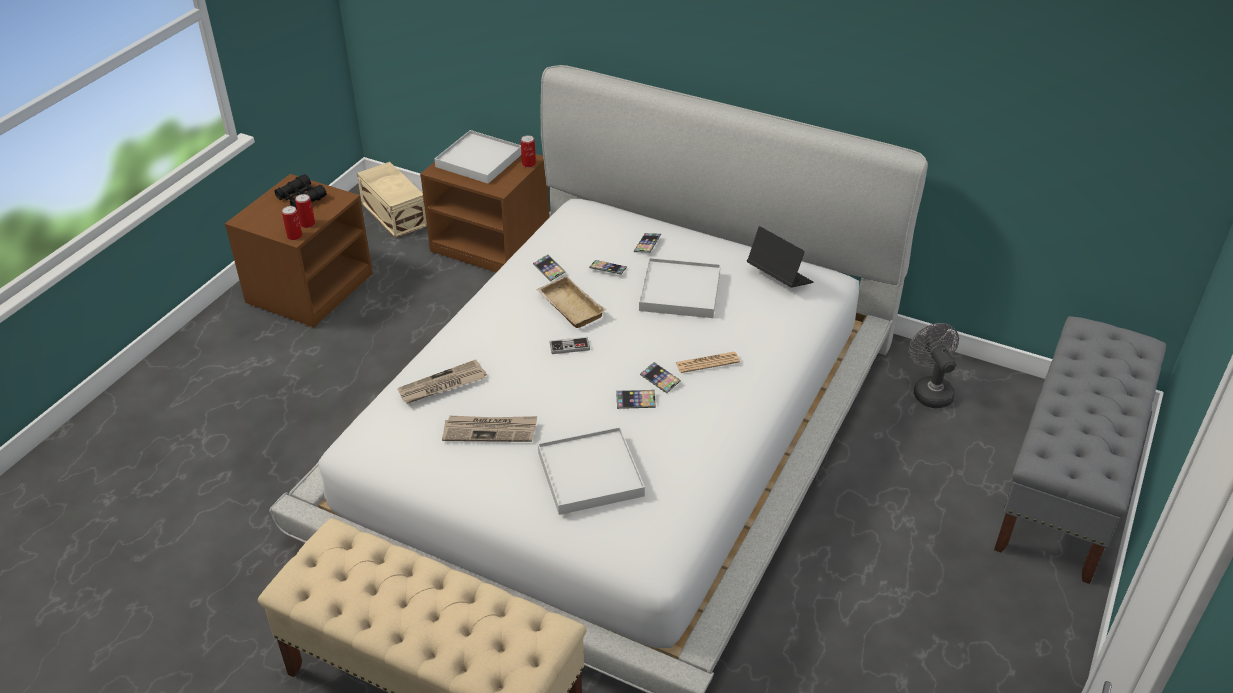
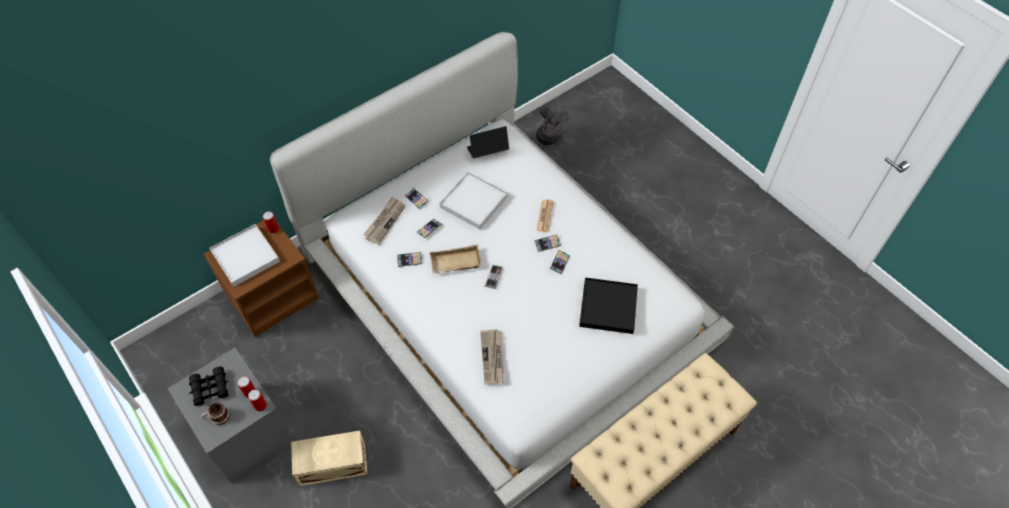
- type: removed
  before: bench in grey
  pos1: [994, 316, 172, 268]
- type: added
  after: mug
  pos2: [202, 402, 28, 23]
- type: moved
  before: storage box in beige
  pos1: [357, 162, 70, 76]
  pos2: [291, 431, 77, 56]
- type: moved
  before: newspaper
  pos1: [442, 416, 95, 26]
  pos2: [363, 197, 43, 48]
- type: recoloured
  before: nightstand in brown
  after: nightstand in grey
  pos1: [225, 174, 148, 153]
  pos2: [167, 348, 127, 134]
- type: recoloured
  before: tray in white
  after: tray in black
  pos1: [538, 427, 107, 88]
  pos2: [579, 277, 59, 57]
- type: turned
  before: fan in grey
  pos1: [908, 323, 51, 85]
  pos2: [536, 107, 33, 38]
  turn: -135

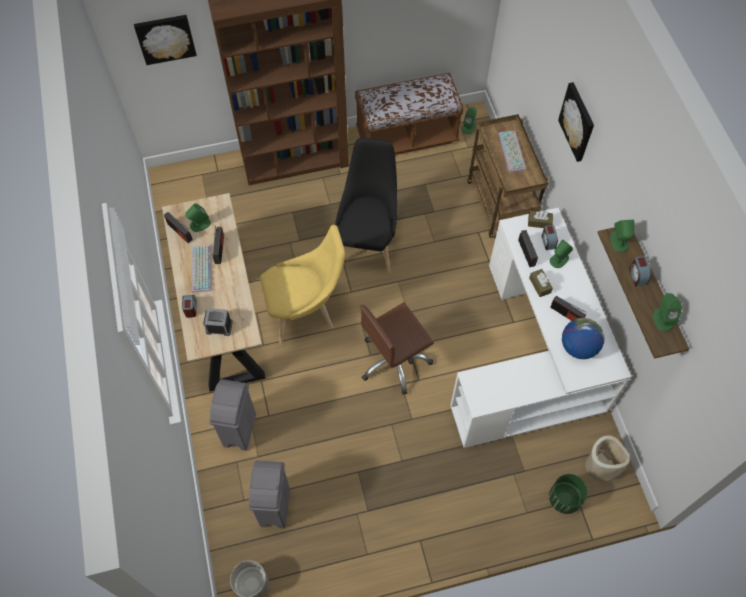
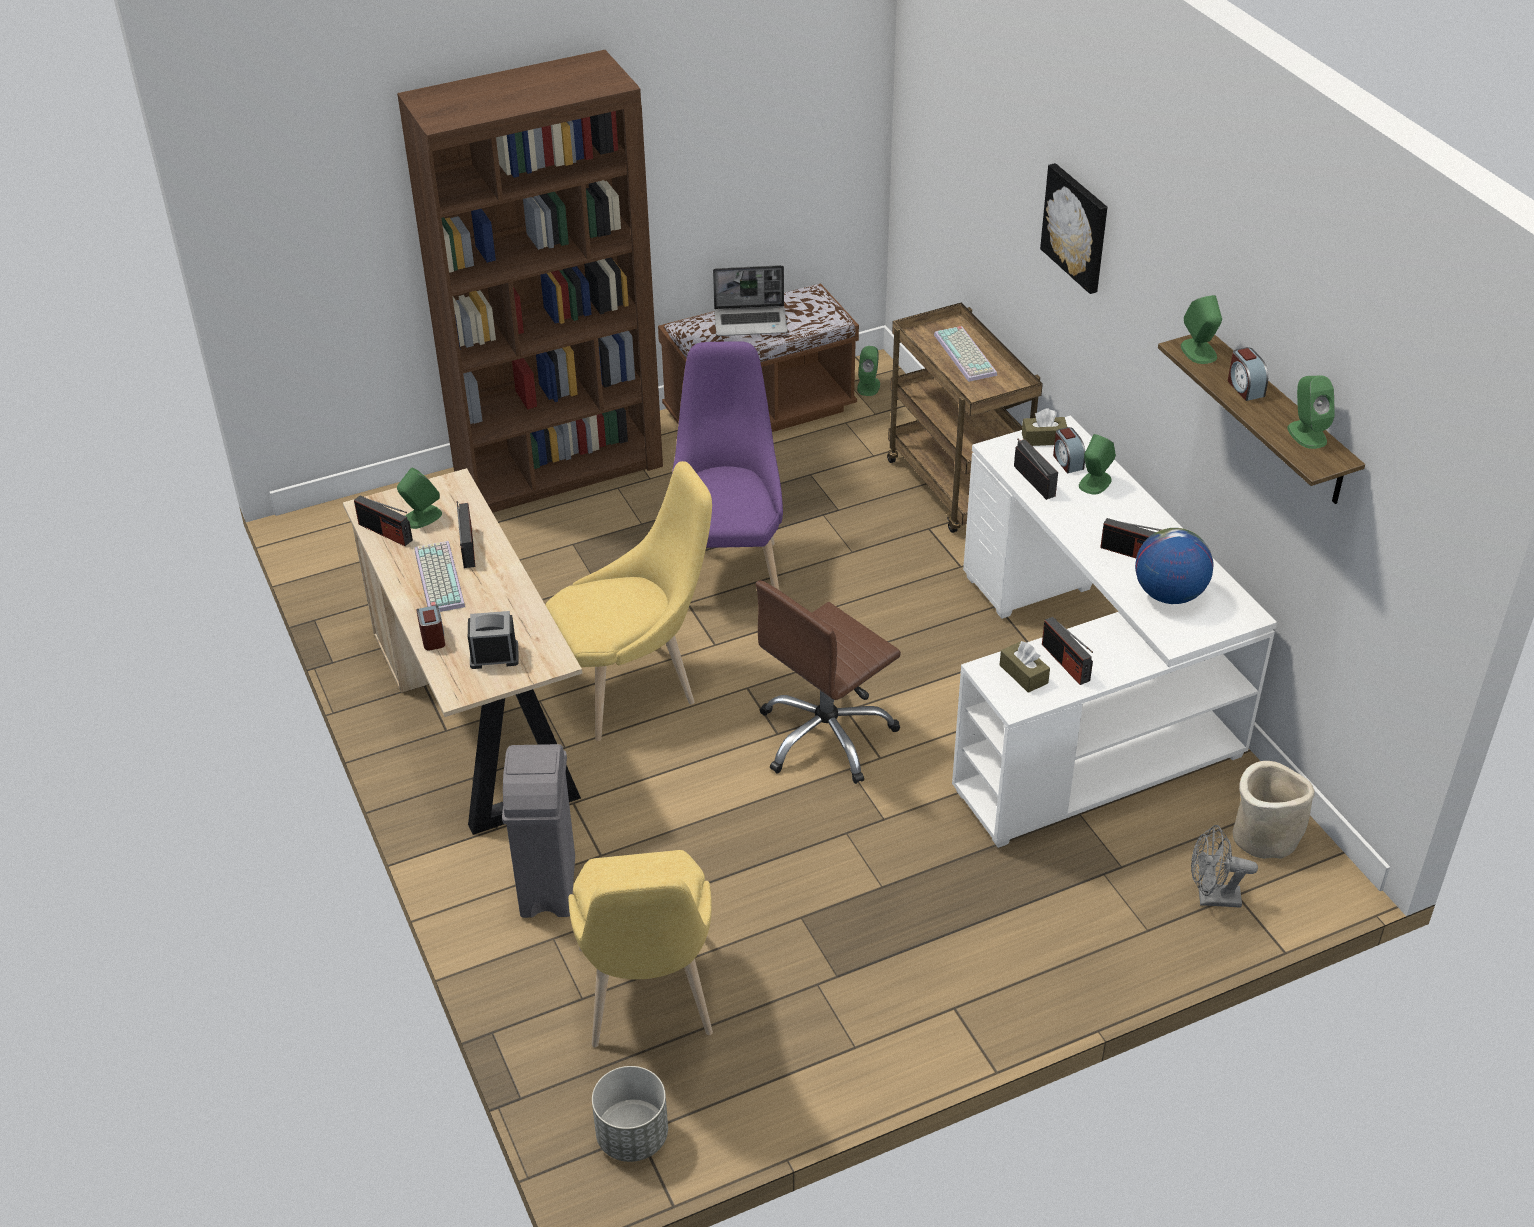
- type: removed
  before: picture
  pos1: [134, 15, 63, 50]
- type: added
  after: laptop
  pos2: [713, 265, 75, 71]
- type: added
  after: radio
  pos2: [1042, 617, 51, 68]
- type: moved
  before: tissue box in brown
  pos1: [529, 269, 24, 28]
  pos2: [1000, 641, 50, 52]
- type: replaced
  before: trash can in grey
  after: chair in yellow
  pos1: [248, 460, 42, 69]
  pos2: [568, 850, 145, 198]
- type: replaced
  before: planter in green
  after: fan in grey
  pos1: [549, 474, 39, 40]
  pos2: [1191, 825, 67, 83]
- type: recoloured
  before: chair in black
  after: chair in purple
  pos1: [335, 137, 62, 136]
  pos2: [672, 341, 111, 249]

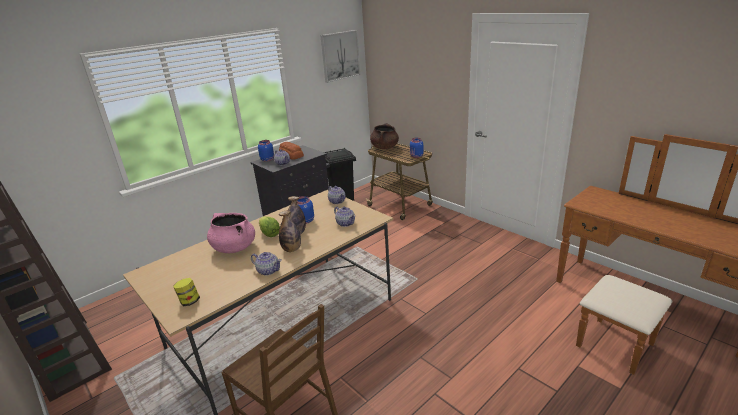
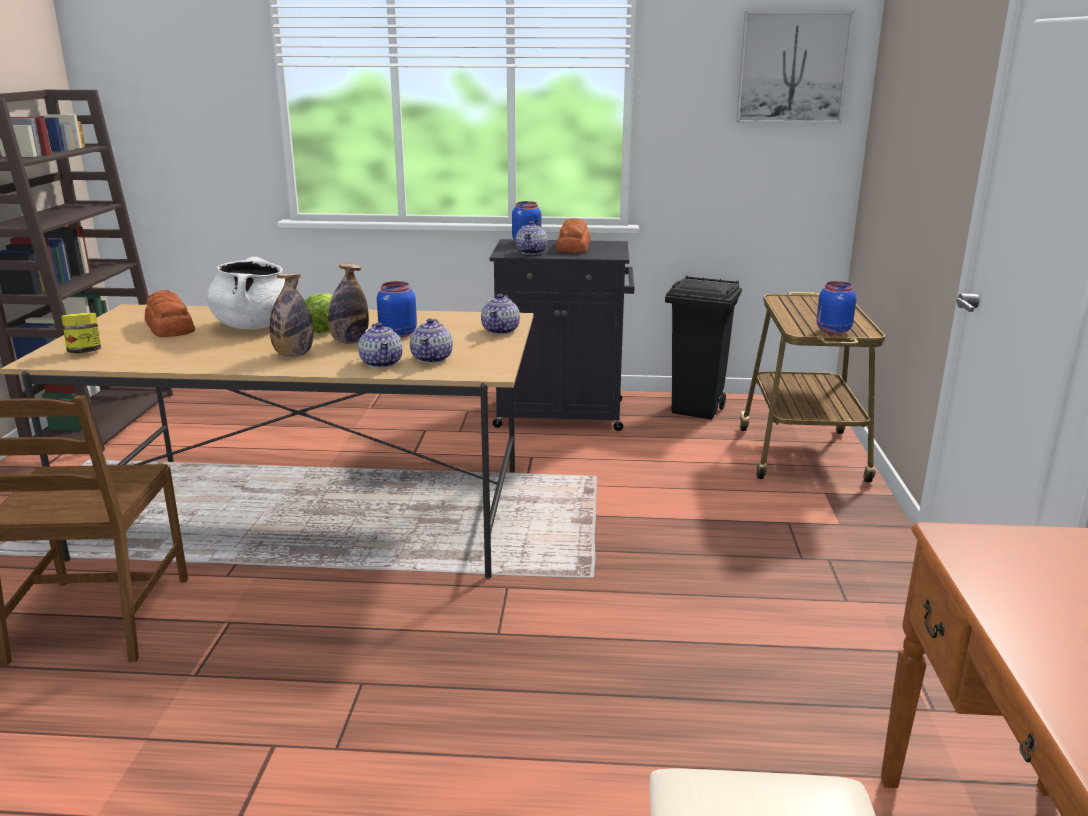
- type: removed
  before: cooking pot in brown
  pos1: [370, 123, 29, 26]
- type: added
  after: bread
  pos2: [145, 290, 50, 47]
- type: moved
  before: teapot
  pos1: [251, 252, 31, 24]
  pos2: [358, 323, 44, 45]
- type: recoloured
  before: cooking pot in pink
  after: cooking pot in white
  pos1: [207, 213, 48, 40]
  pos2: [207, 257, 78, 72]

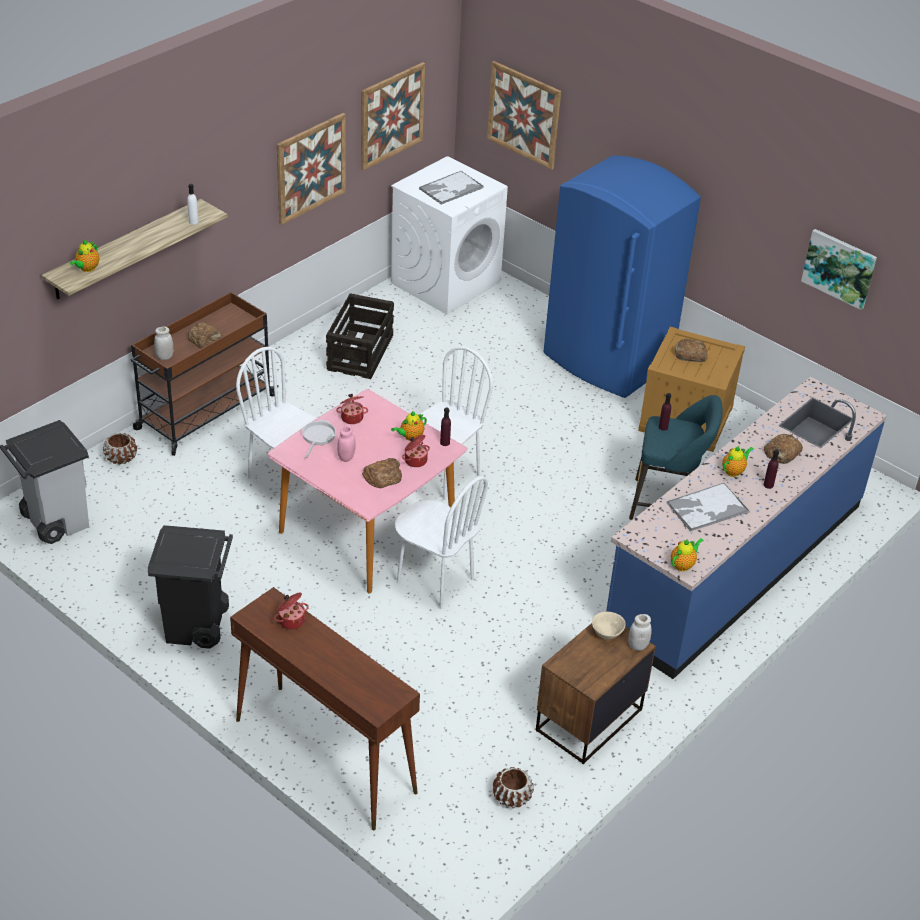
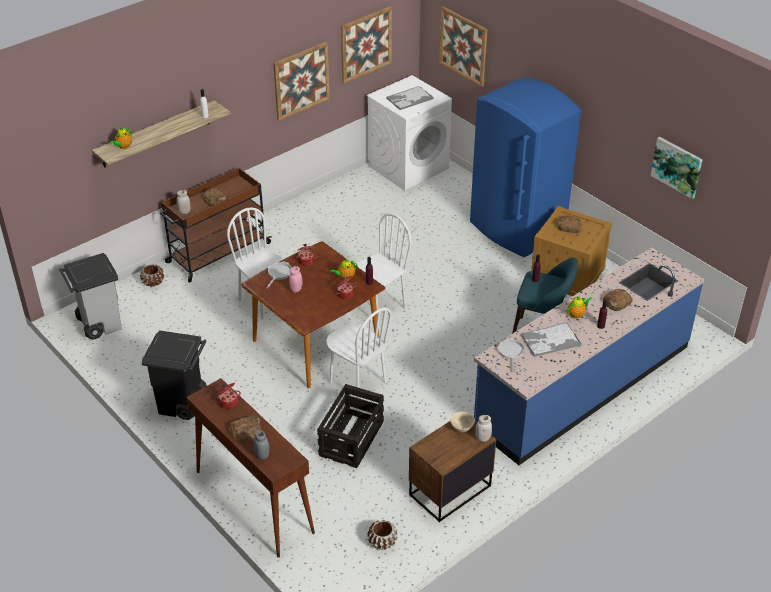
- type: removed
  before: teapot
  pos1: [671, 538, 33, 33]
- type: added
  after: jar in grey
  pos2: [253, 430, 17, 29]
- type: added
  after: frying pan
  pos2: [497, 338, 28, 34]
- type: moved
  before: crate
  pos1: [326, 293, 68, 86]
  pos2: [317, 384, 67, 84]
- type: moved
  before: bread
  pos1: [362, 458, 40, 30]
  pos2: [228, 416, 33, 26]
- type: recoloured
  before: dining table in pink
  after: dining table in brown
  pos1: [267, 389, 201, 204]
  pos2: [241, 241, 144, 147]

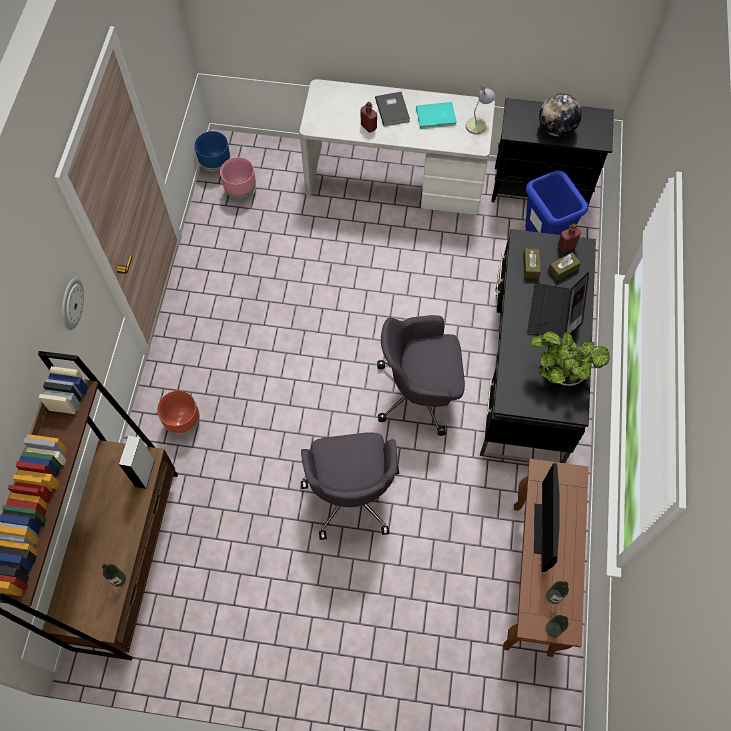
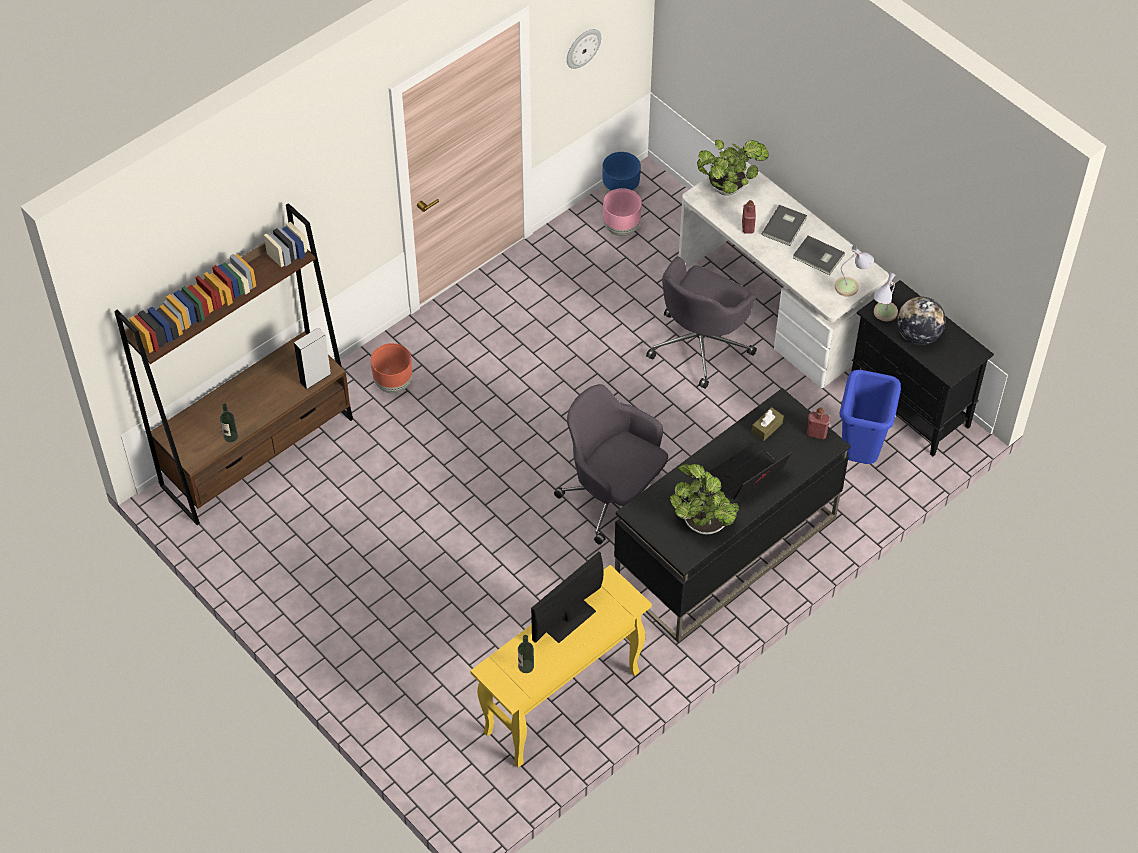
- type: removed
  before: bottle
  pos1: [546, 615, 22, 23]
- type: removed
  before: tissue box in brown
  pos1: [548, 252, 33, 29]
- type: added
  after: potted plant
  pos2: [697, 140, 72, 56]
- type: added
  after: table lamp
  pos2: [873, 272, 25, 49]
- type: moved
  before: wall clock
  pos1: [62, 278, 22, 52]
  pos2: [567, 29, 34, 40]
- type: moved
  before: office chair in grey
  pos1: [301, 433, 98, 107]
  pos2: [646, 256, 111, 133]
- type: recoloured
  before: book in turquoise
  after: book in grey
  pos1: [416, 102, 41, 27]
  pos2: [793, 235, 52, 40]
- type: recoloured
  before: console table in brown
  after: console table in yellow
  pos1: [503, 459, 86, 198]
  pos2: [470, 565, 182, 202]

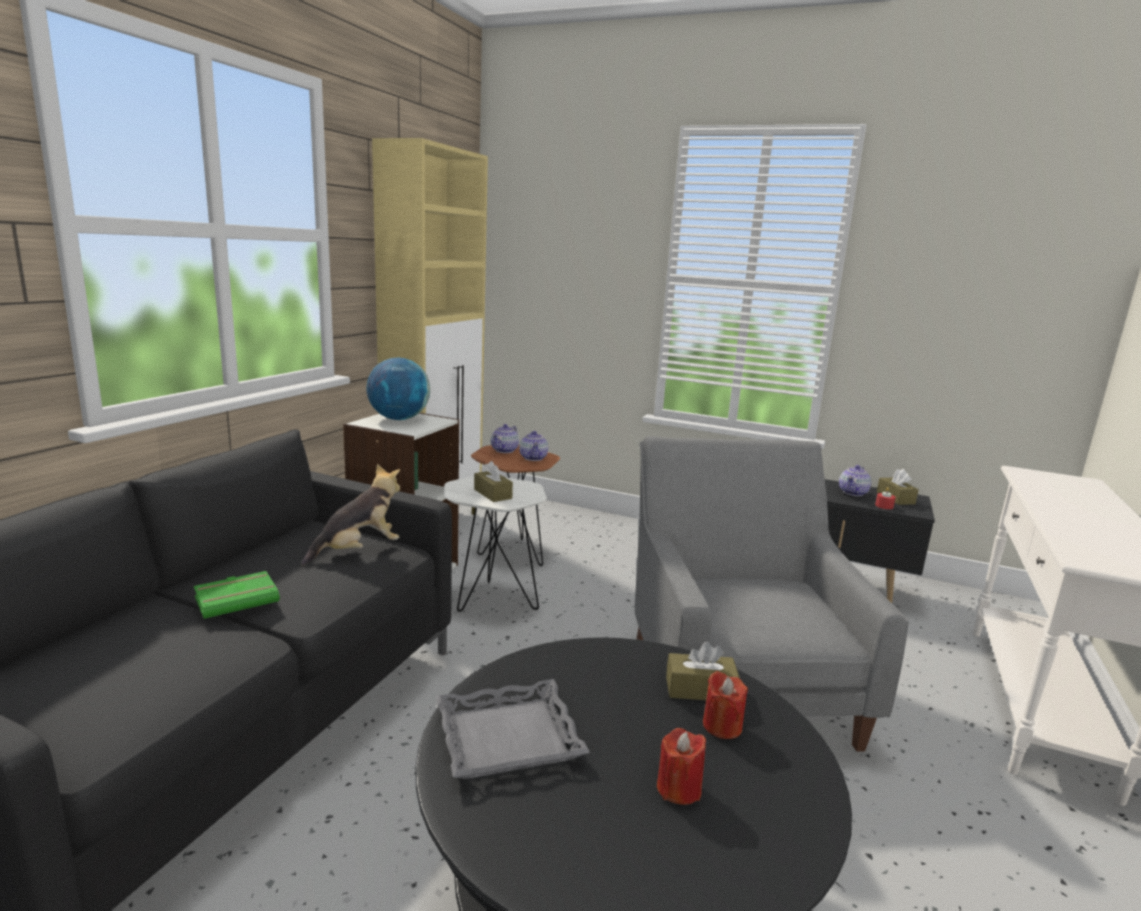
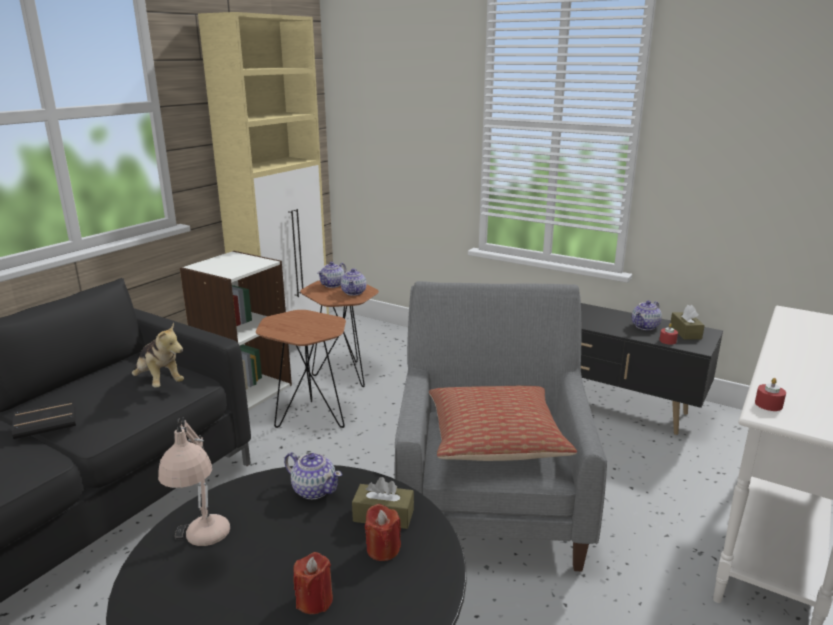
- type: removed
  before: globe
  pos1: [366, 358, 64, 62]
- type: removed
  before: tissue box in brown
  pos1: [474, 461, 39, 41]
- type: added
  after: teapot
  pos2: [284, 452, 58, 47]
- type: added
  after: pillow
  pos2: [429, 386, 148, 75]
- type: added
  after: candle in red
  pos2: [755, 378, 31, 33]
- type: replaced
  before: tray in grey
  after: table lamp in beige
  pos1: [436, 679, 154, 100]
  pos2: [158, 418, 72, 128]
- type: recoloured
  before: book in green
  after: book in black
  pos1: [194, 571, 86, 48]
  pos2: [12, 400, 64, 39]
- type: recoloured
  before: side table in white
  after: side table in brown
  pos1: [444, 476, 103, 136]
  pos2: [256, 310, 90, 118]
- type: turned
  before: plush toy
  pos1: [302, 464, 98, 102]
  pos2: [132, 323, 52, 65]
  turn: 75

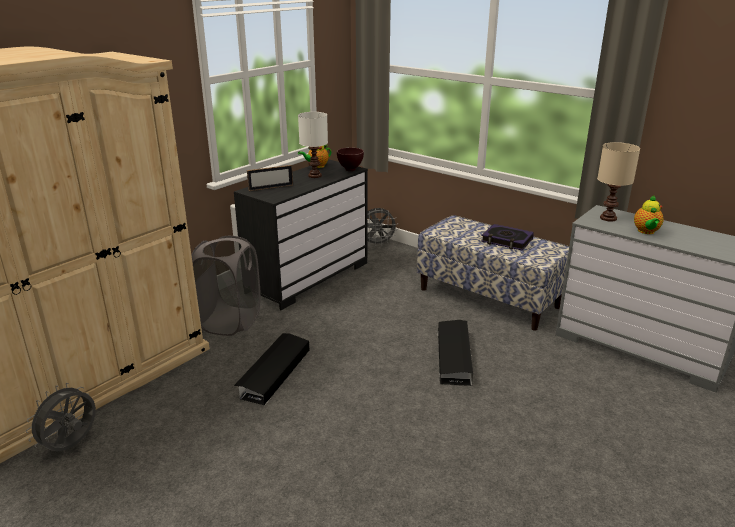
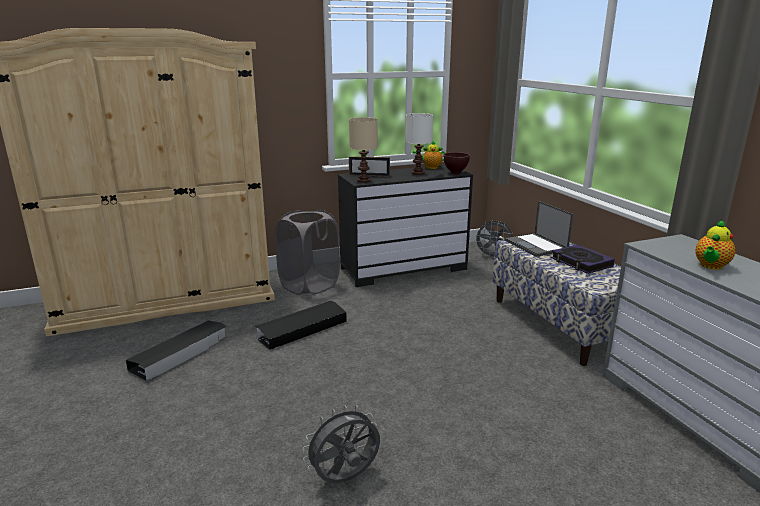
- type: added
  after: laptop
  pos2: [504, 201, 69, 56]
- type: moved
  before: fan in grey
  pos1: [26, 383, 70, 68]
  pos2: [302, 405, 78, 78]
- type: moved
  before: storage box in black
  pos1: [438, 320, 35, 66]
  pos2: [126, 320, 101, 61]
- type: moved
  before: table lamp in beige
  pos1: [597, 142, 43, 80]
  pos2: [349, 117, 29, 66]

